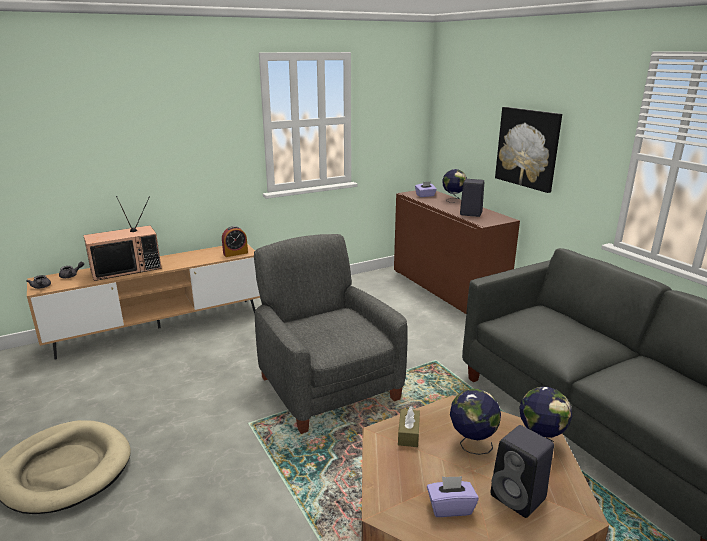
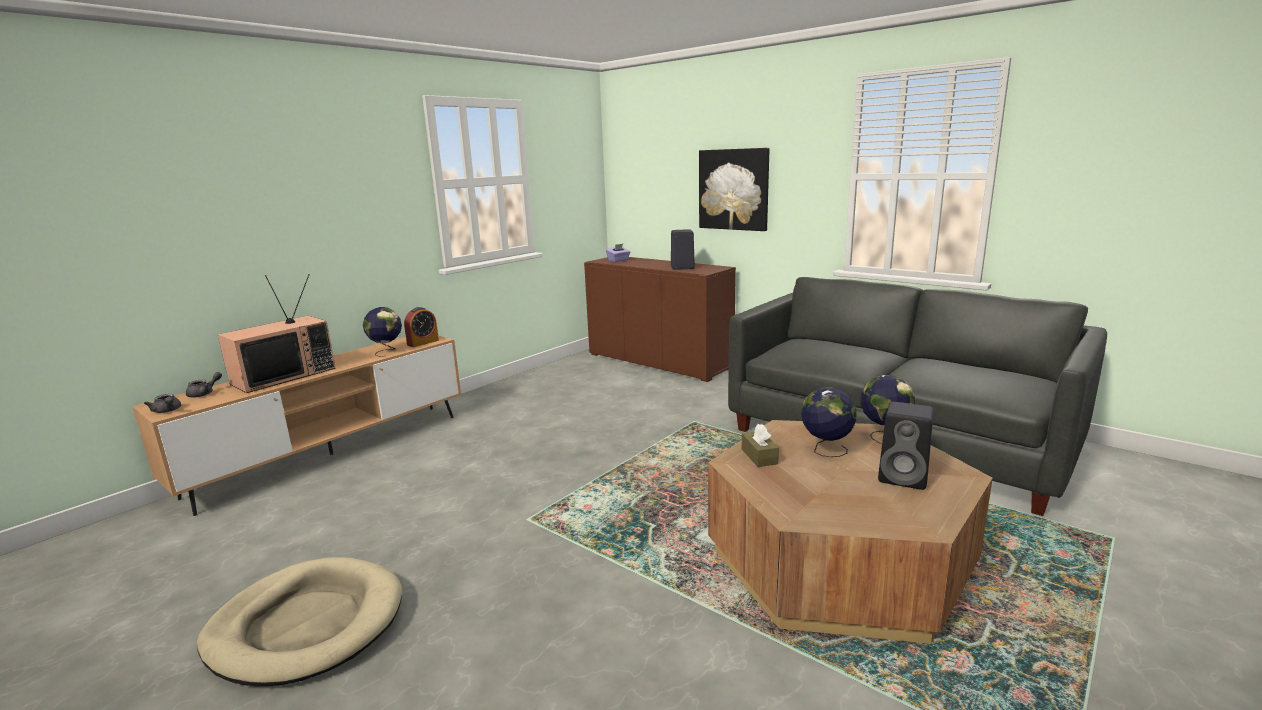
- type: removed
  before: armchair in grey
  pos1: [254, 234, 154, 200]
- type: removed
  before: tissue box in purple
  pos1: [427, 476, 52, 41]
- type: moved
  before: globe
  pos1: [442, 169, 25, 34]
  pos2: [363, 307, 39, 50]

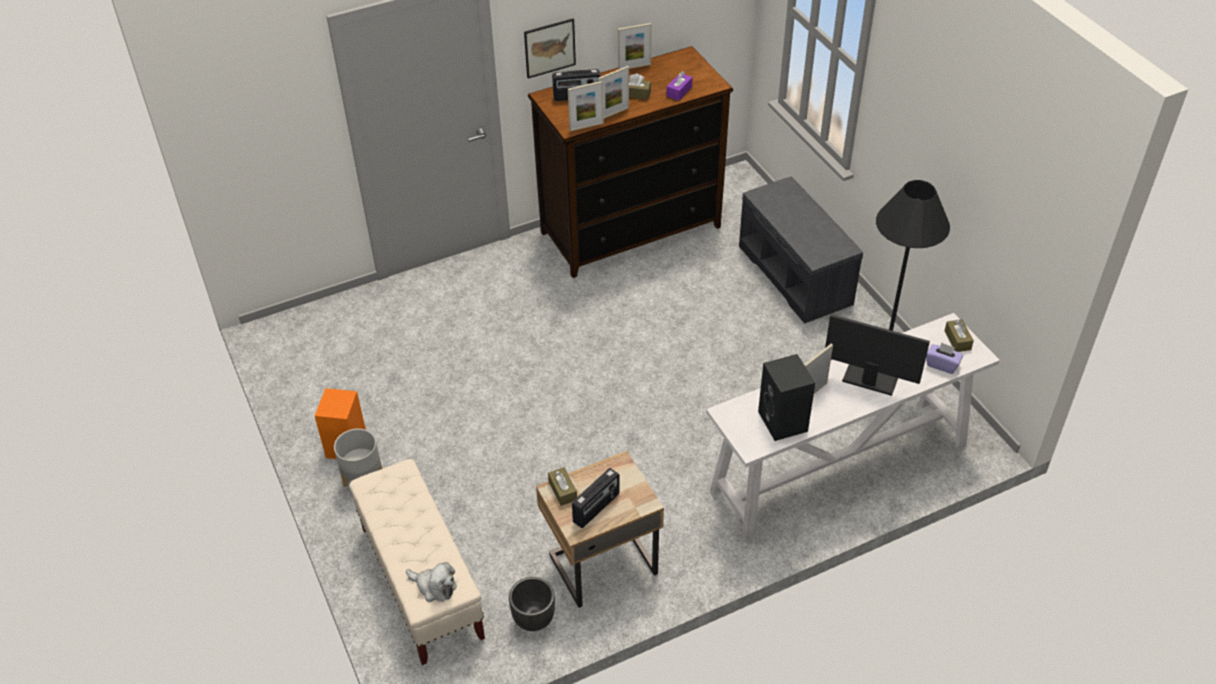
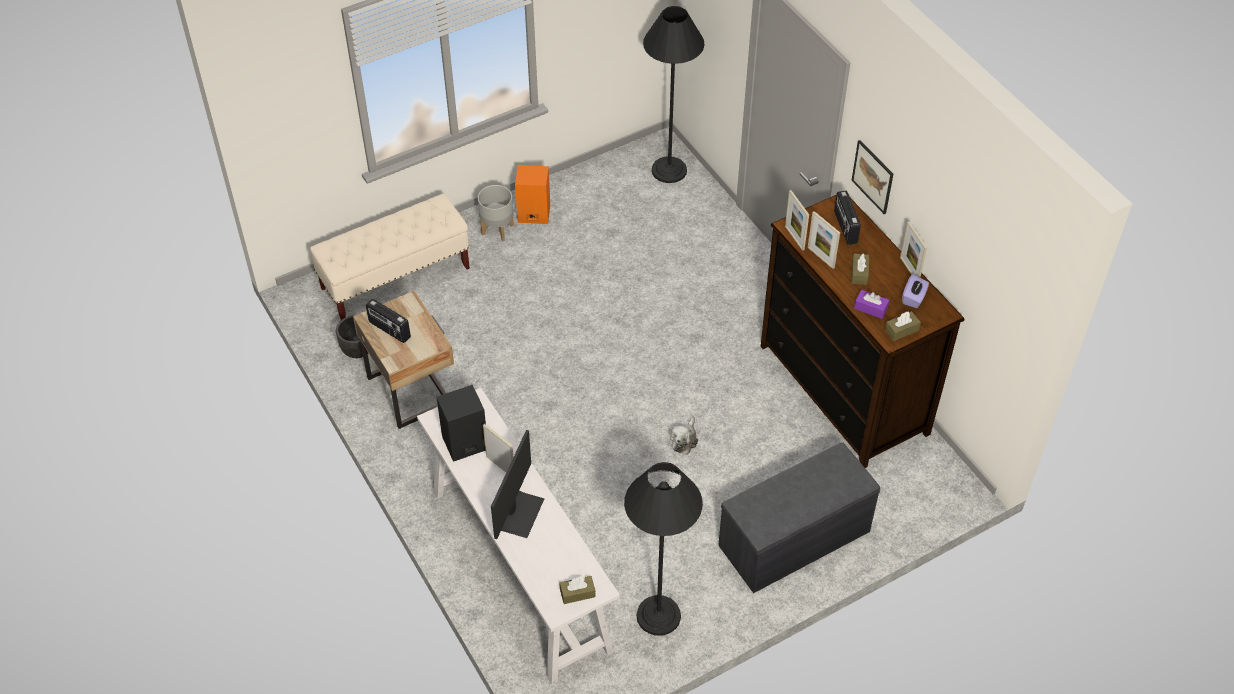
- type: added
  after: floor lamp in black
  pos2: [643, 6, 61, 177]
- type: moved
  before: plush toy
  pos1: [406, 562, 51, 40]
  pos2: [670, 417, 28, 38]
- type: moved
  before: tissue box in brown
  pos1: [548, 467, 29, 39]
  pos2: [885, 311, 36, 30]
- type: moved
  before: tissue box in purple
  pos1: [926, 342, 37, 32]
  pos2: [902, 274, 27, 34]

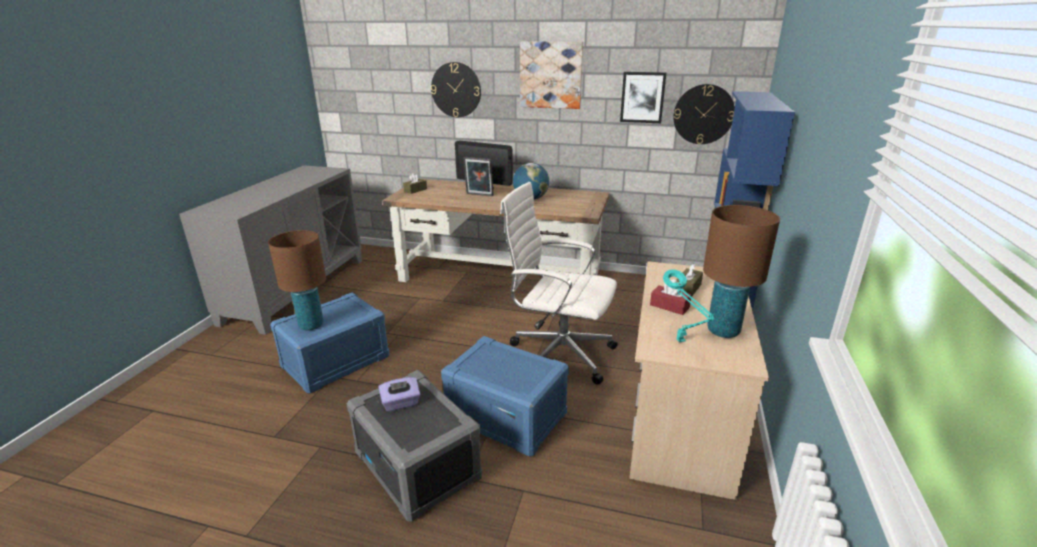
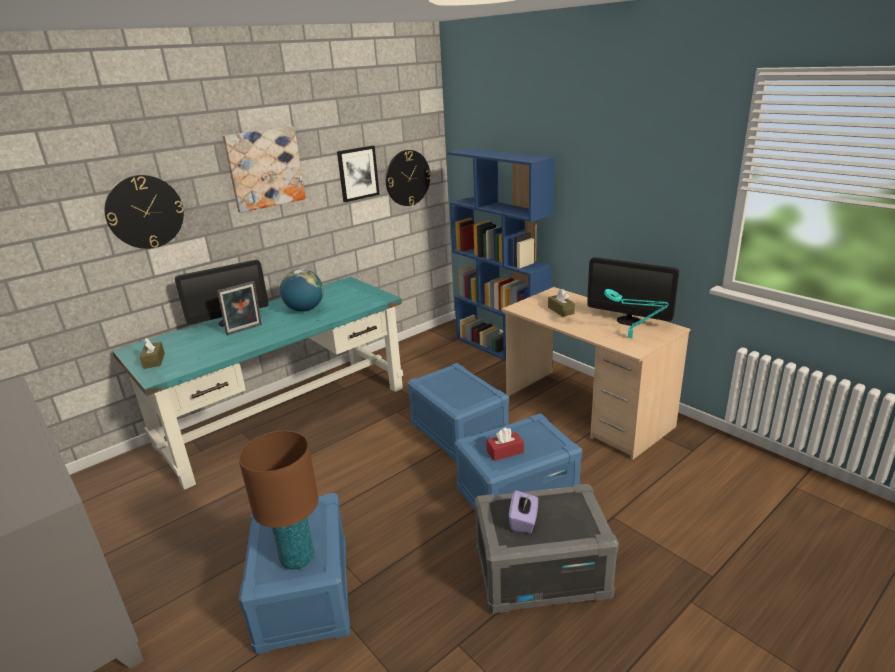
- type: moved
  before: tissue box in red
  pos1: [650, 279, 42, 36]
  pos2: [486, 428, 38, 33]
- type: replaced
  before: office chair in white
  after: storage box in blue
  pos1: [500, 182, 118, 203]
  pos2: [408, 363, 101, 99]
- type: replaced
  before: table lamp in brown
  after: monitor
  pos1: [703, 205, 77, 133]
  pos2: [587, 257, 92, 69]
- type: recoloured
  before: desk in brown
  after: desk in turquoise
  pos1: [382, 179, 227, 103]
  pos2: [112, 277, 291, 213]

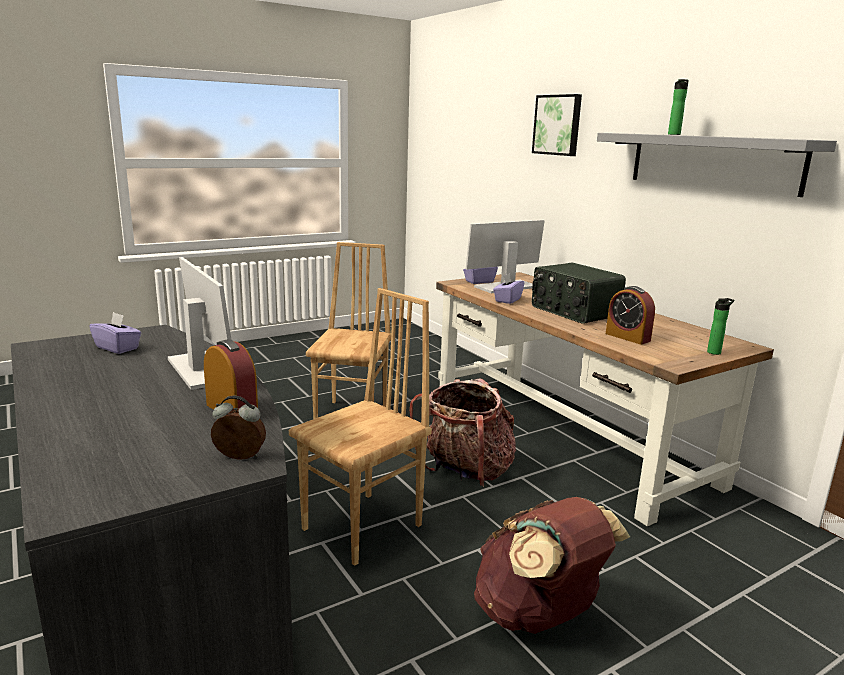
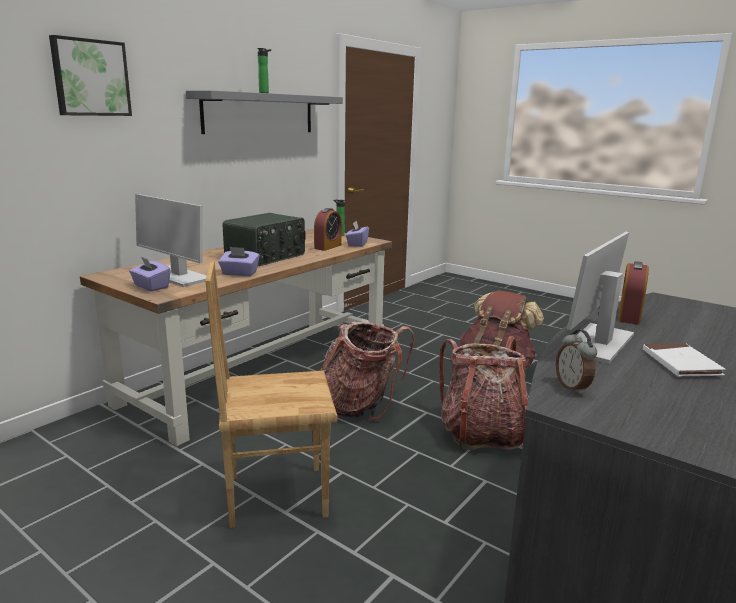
- type: added
  after: book in white
  pos2: [643, 343, 83, 34]
- type: moved
  before: tissue box in purple
  pos1: [89, 312, 52, 42]
  pos2: [346, 221, 23, 26]
- type: moved
  before: alarm clock
  pos1: [211, 396, 55, 64]
  pos2: [556, 330, 41, 64]
- type: replaced
  before: chair in brown
  after: backpack
  pos1: [289, 288, 143, 278]
  pos2: [439, 336, 90, 114]

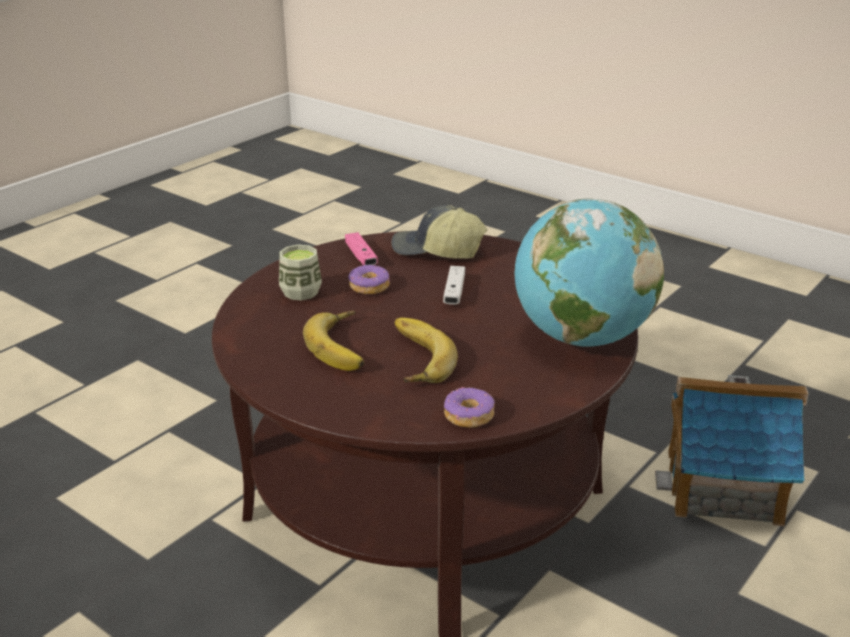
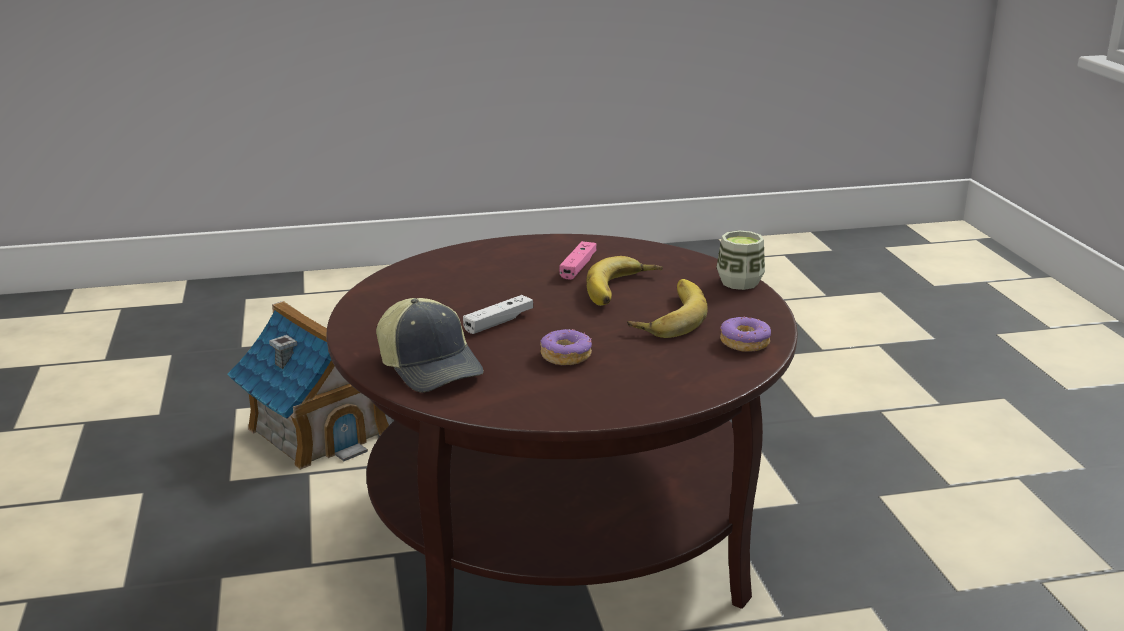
- type: removed
  before: globe
  pos1: [515, 199, 149, 147]
- type: moved
  before: cup
  pos1: [279, 245, 43, 56]
  pos2: [717, 230, 48, 60]
- type: moved
  before: game controller in pink
  pos1: [345, 232, 33, 33]
  pos2: [559, 241, 38, 39]
- type: moved
  before: donut
  pos1: [444, 387, 51, 41]
  pos2: [720, 316, 51, 36]

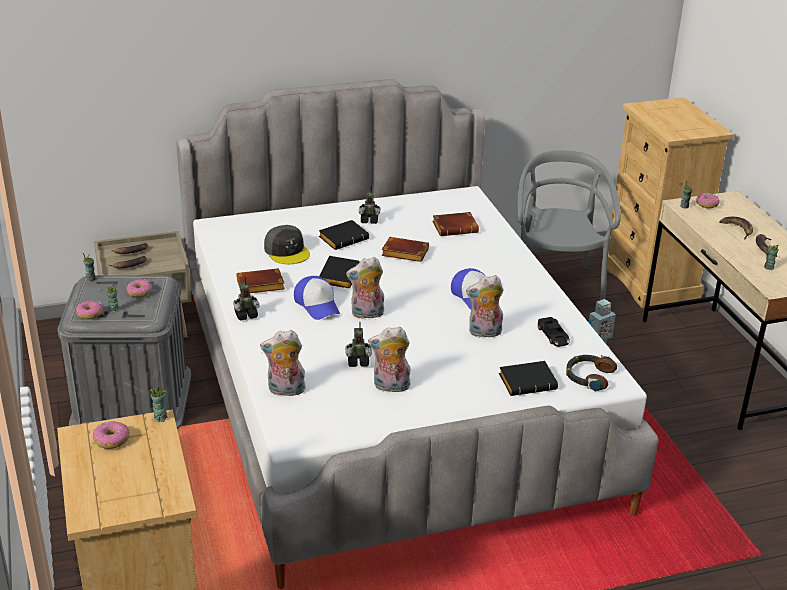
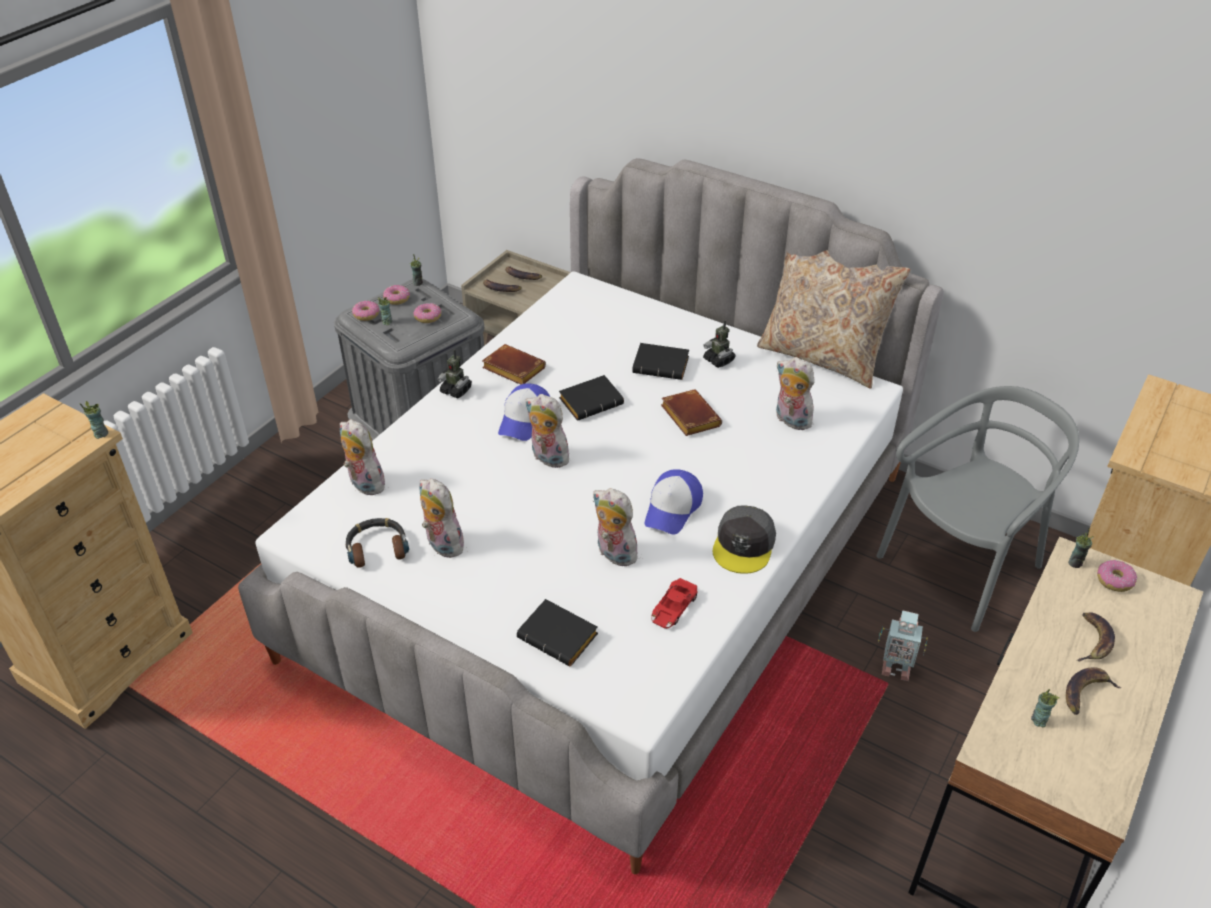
- type: removed
  before: toy robot
  pos1: [345, 323, 27, 44]
- type: added
  after: pillow in beige
  pos2: [757, 250, 153, 139]
- type: moved
  before: donut
  pos1: [93, 421, 37, 28]
  pos2: [383, 285, 27, 20]
- type: moved
  before: cap in grey
  pos1: [264, 225, 46, 39]
  pos2: [713, 505, 63, 69]
- type: moved
  before: headphones
  pos1: [566, 355, 51, 36]
  pos2: [345, 518, 64, 50]
- type: replaced
  before: book in brown
  after: plush toy
  pos1: [432, 212, 47, 24]
  pos2: [776, 357, 39, 73]
- type: recoloured
  before: toy car in black
  after: toy car in red
  pos1: [538, 317, 32, 30]
  pos2: [651, 578, 47, 51]

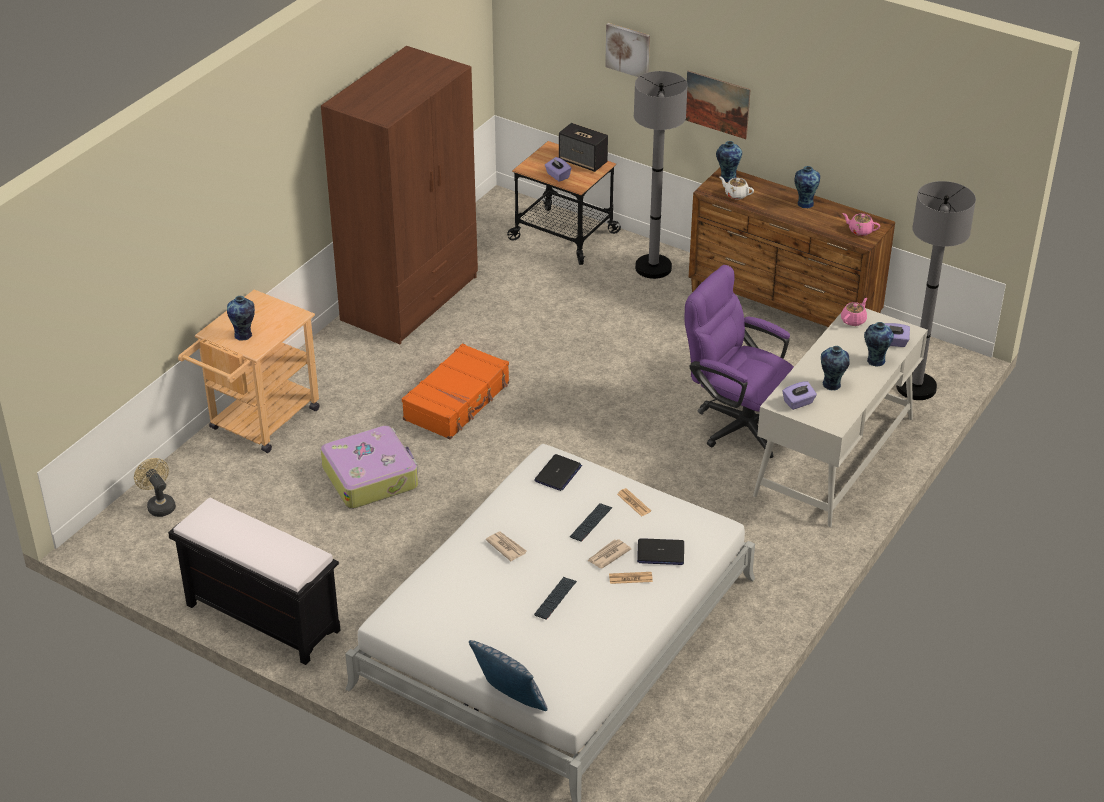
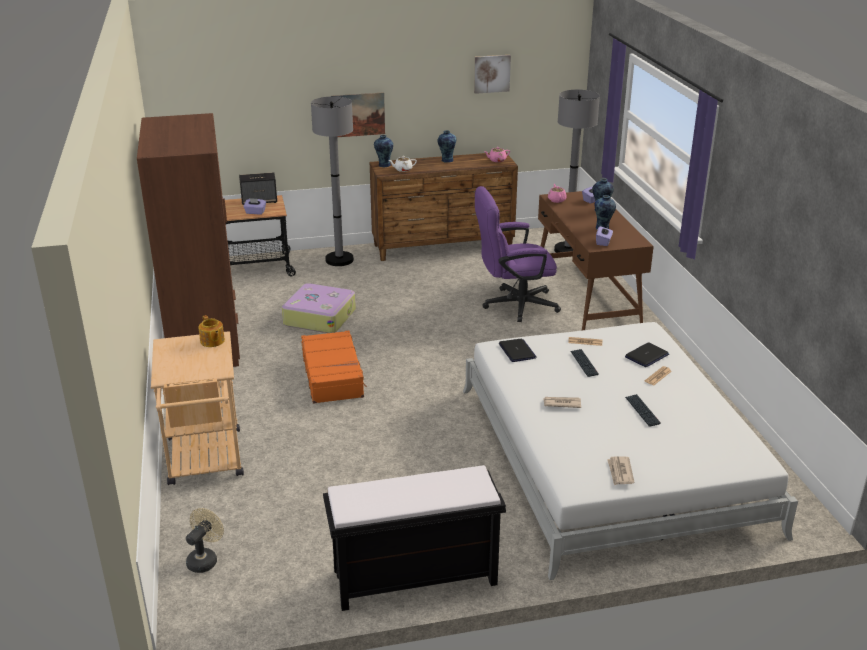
- type: removed
  before: vase
  pos1: [227, 296, 28, 45]
- type: removed
  before: pillow
  pos1: [469, 640, 79, 71]
- type: added
  after: teapot
  pos2: [198, 315, 27, 32]
- type: moved
  before: suitcase
  pos1: [321, 426, 97, 83]
  pos2: [282, 283, 74, 50]
- type: moved
  before: newspaper
  pos1: [588, 539, 43, 29]
  pos2: [607, 456, 28, 29]
- type: moved
  before: picture
  pos1: [605, 23, 45, 54]
  pos2: [474, 55, 37, 39]
- type: recoloured
  before: desk in white
  after: desk in brown
  pos1: [753, 308, 175, 219]
  pos2: [538, 191, 116, 140]
- type: turned
  before: fan in beige
  pos1: [134, 458, 42, 59]
  pos2: [186, 508, 38, 65]
  turn: 105

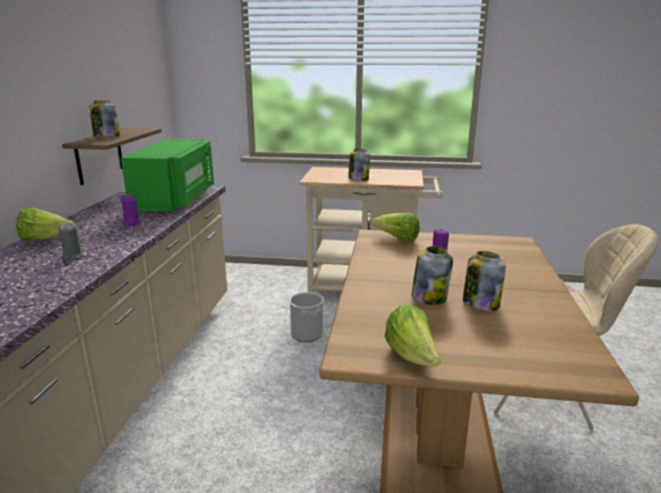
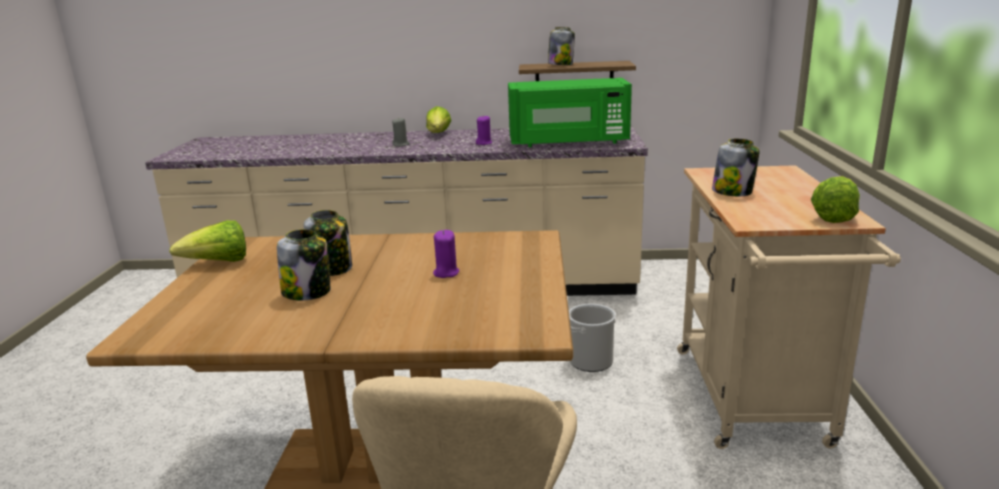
- type: moved
  before: lettuce
  pos1: [372, 213, 48, 30]
  pos2: [811, 176, 49, 47]

